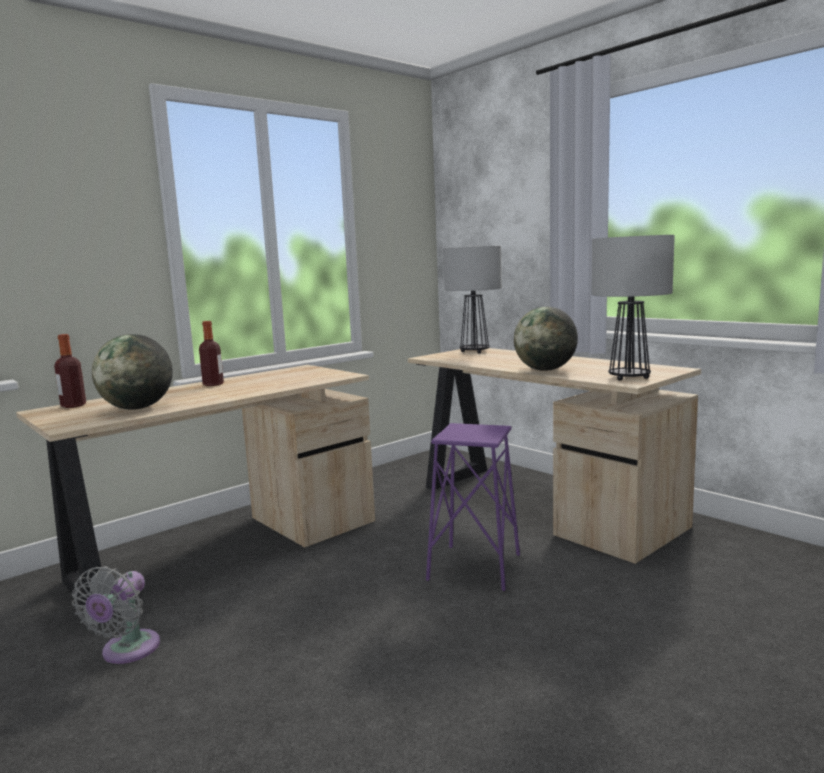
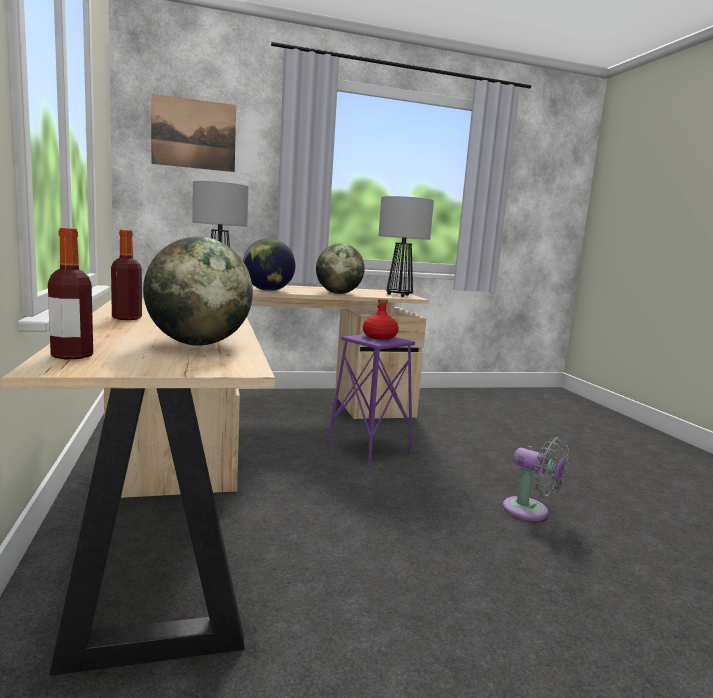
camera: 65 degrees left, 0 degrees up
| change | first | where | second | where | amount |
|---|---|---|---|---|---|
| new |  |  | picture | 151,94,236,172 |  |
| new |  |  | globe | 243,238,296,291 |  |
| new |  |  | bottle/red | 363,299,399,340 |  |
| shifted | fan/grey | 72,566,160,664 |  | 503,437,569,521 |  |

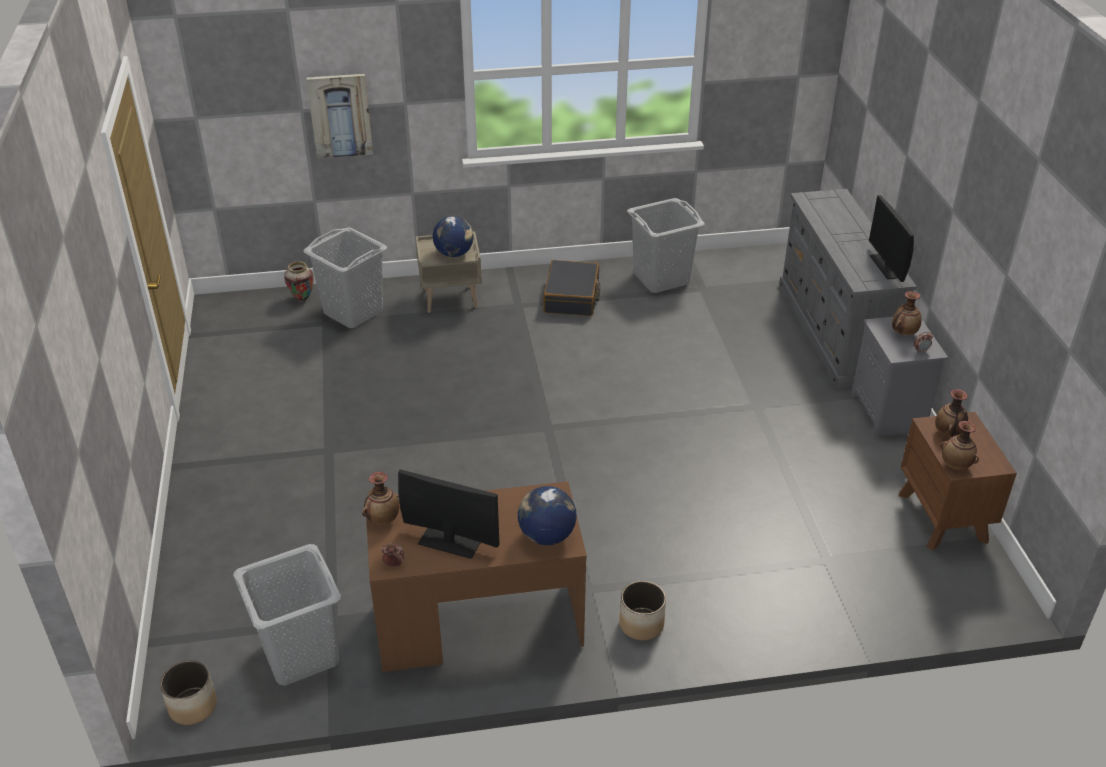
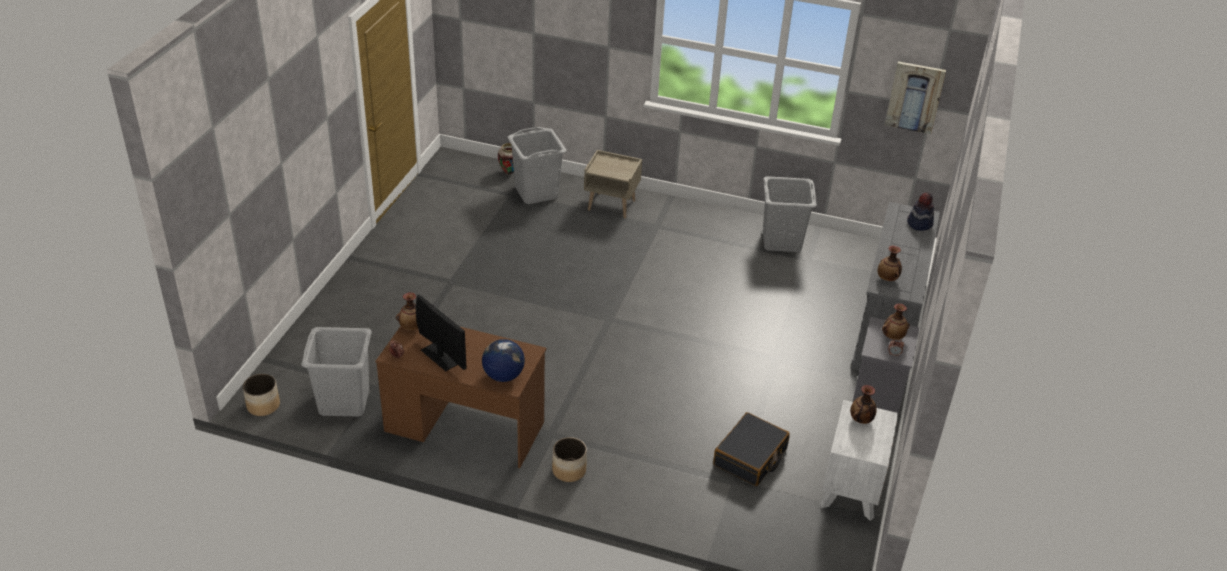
camera: 25 degrees right, 0 degrees up
| change | first | where | second | where | amount |
|---|---|---|---|---|---|
| gone | globe | 433,216,474,257 |  |  |  |
| gone | monitor | 869,195,914,282 |  |  |  |
| new |  |  | hat | 907,192,934,231 |  |
| shifted | picture | 306,74,373,159 |  | 885,61,946,134 |  |
| shifted | suitcase/black | 543,260,600,316 |  | 713,412,790,486 |  |
| shifted | vase | 940,421,979,470 |  | 877,246,902,281 |  |
| repainted | nightstand/brown | 898,412,1017,551 | nightstand/white | 820,400,898,521 |  |

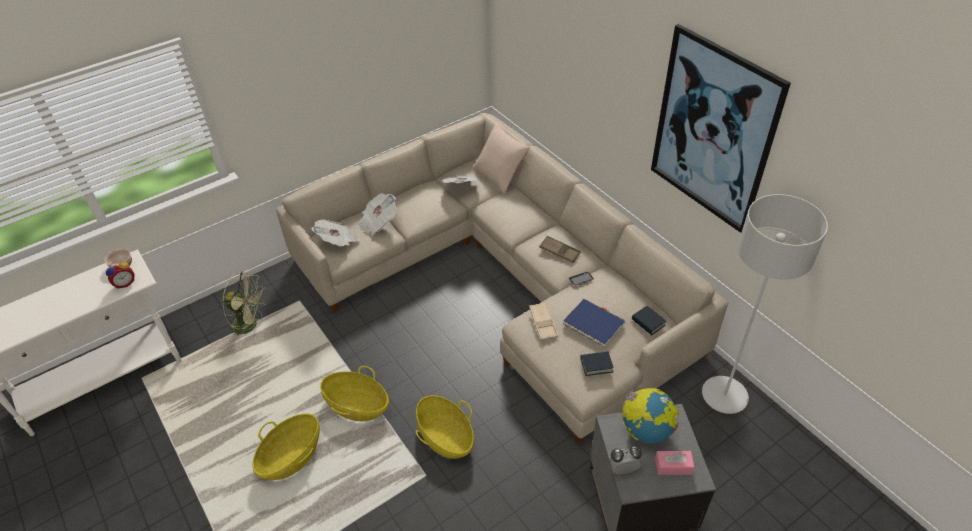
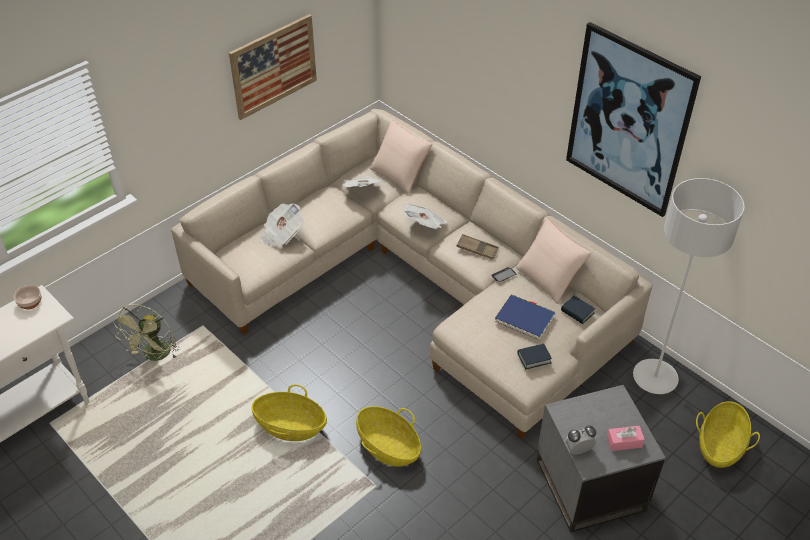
camera: 10 degrees left, 0 degrees up
| change | first | where | second | where | amount |
|---|---|---|---|---|---|
| gone | alarm clock | 106,261,134,288 |  |  |  |
| gone | tray/beige | 529,302,559,341 |  |  |  |
| gone | globe | 622,388,679,444 |  |  |  |
| new |  |  | picture | 229,14,317,120 |  |
| new |  |  | pillow/beige | 516,218,591,304 |  |
| shifted | basket | 252,413,320,480 |  | 696,401,760,468 |  |
| shifted | newspaper | 311,219,361,247 |  | 403,203,447,229 |  |
| rotated | fan/green | 222,272,266,341 |  | 113,304,180,361 | 105 degrees clockwise |

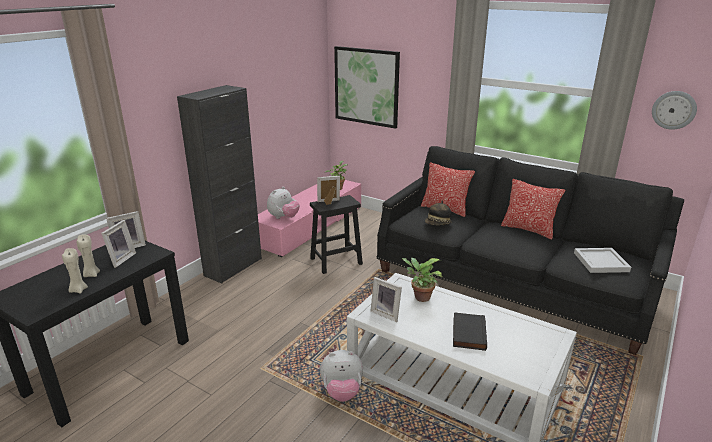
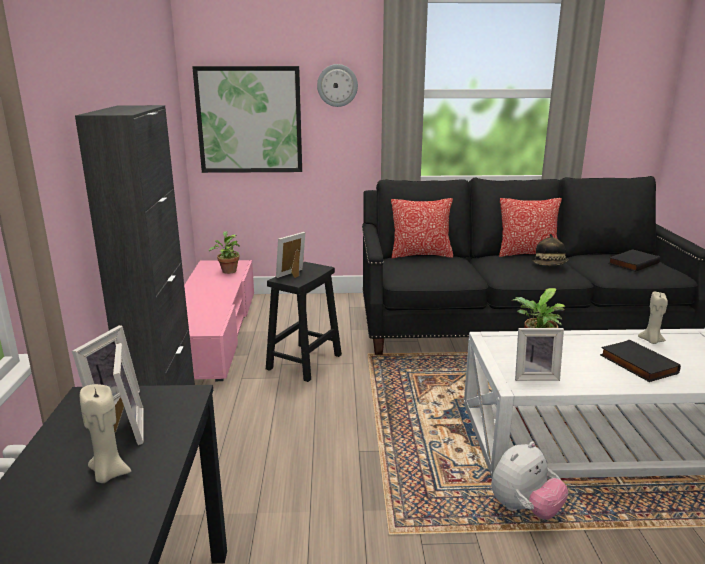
camera: 35 degrees left, 5 degrees down
| change | first | where | second | where | amount |
|---|---|---|---|---|---|
| gone | plush toy | 267,186,300,219 |  |  |  |
| shifted | candle/beige | 62,248,88,293 |  | 638,292,668,344 |  |
| shifted | hat | 425,200,452,226 |  | 533,234,569,265 |  |
| shifted | wall clock | 652,91,697,130 |  | 317,64,358,107 |  |
| swapped | tray/white | 574,248,631,273 | book/black | 608,249,660,272 |  |

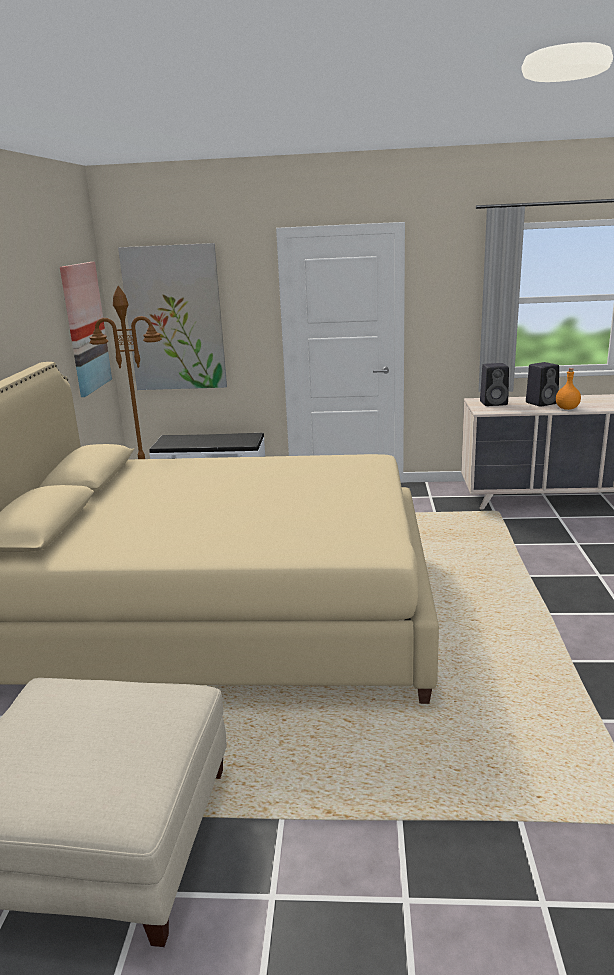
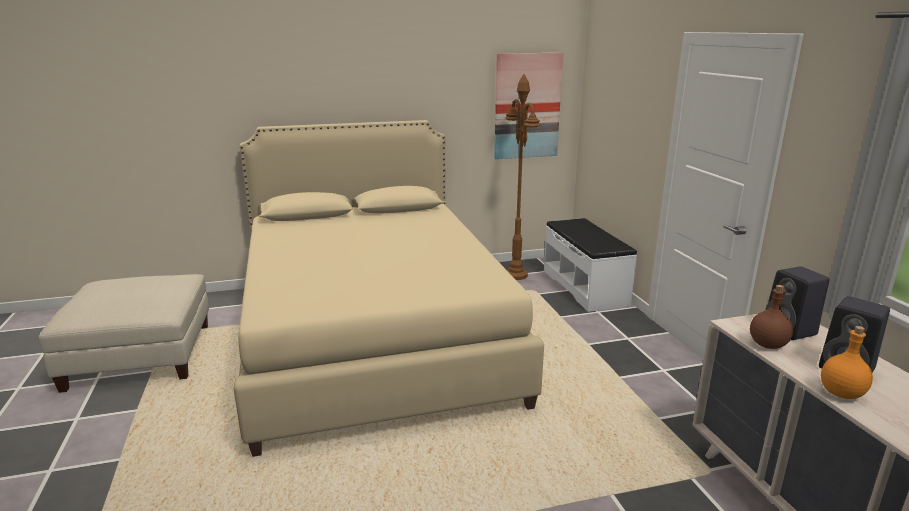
camera: 70 degrees right, 0 degrees up
| change | first | where | second | where | amount |
|---|---|---|---|---|---|
| gone | picture | 118,243,227,390 |  |  |  |
| new |  |  | bottle/brown | 750,285,793,349 |  |

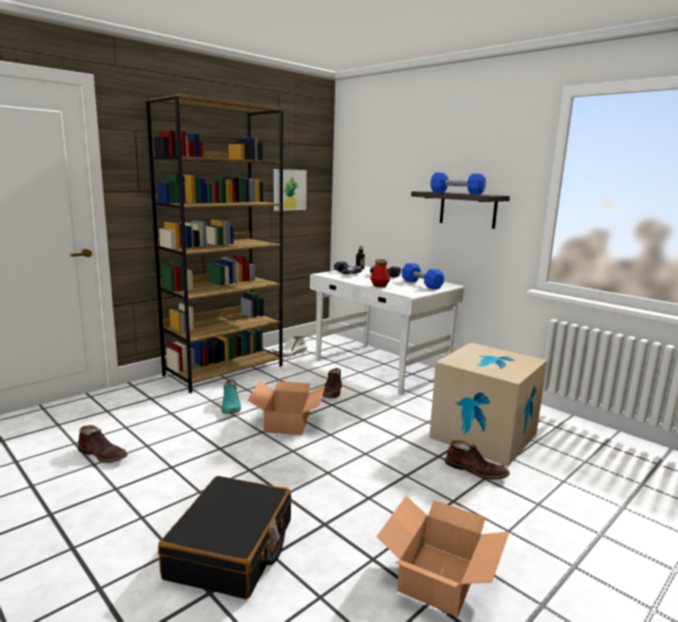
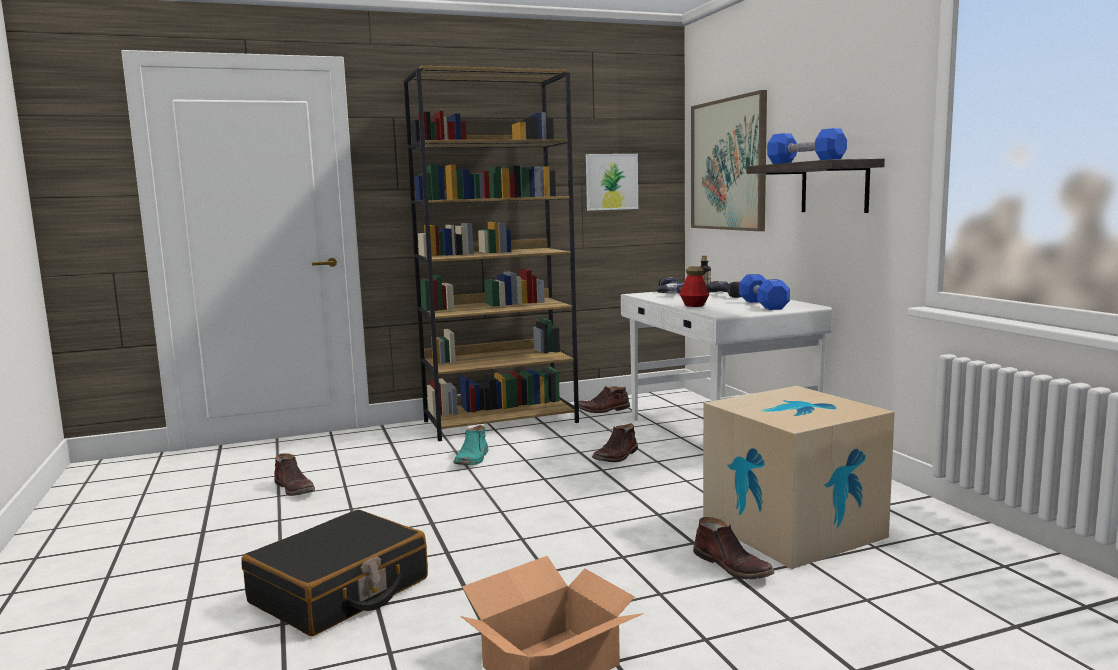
camera: 25 degrees right, 5 degrees down
| change | first | where | second | where | amount |
|---|---|---|---|---|---|
| gone | cardboard box | 247,381,325,435 |  |  |  |
| new |  |  | picture | 691,90,767,231 |  |
| repainted | boot/white | 272,336,307,357 | boot/brown | 579,386,630,413 |  |

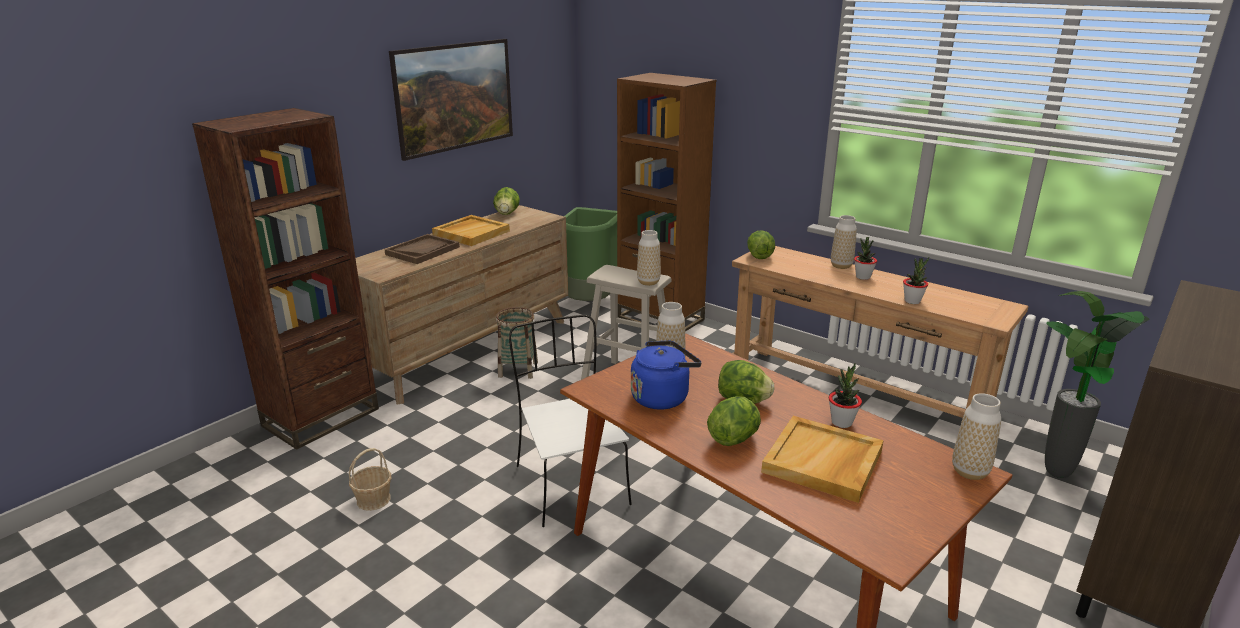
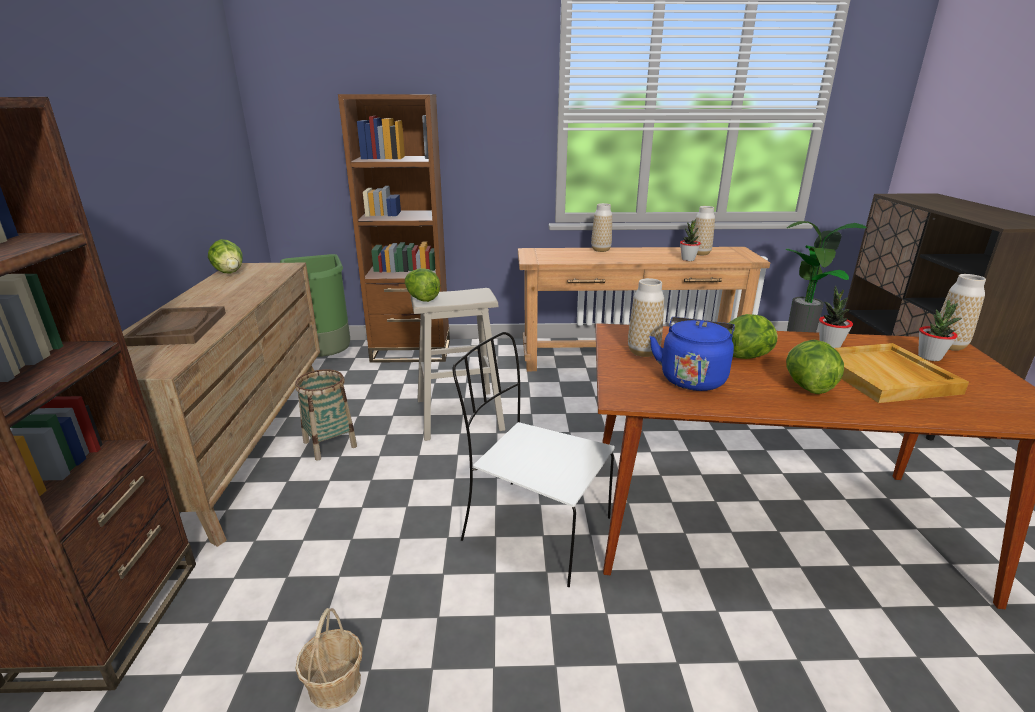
camera: 40 degrees left, 0 degrees up
| change | first | where | second | where | amount |
|---|---|---|---|---|---|
| gone | picture | 389,39,513,161 |  |  |  |
| gone | tray/beige | 432,215,510,246 |  |  |  |
| shifted | vase | 637,230,661,286 |  | 693,206,715,255 |  |
| shifted | lettuce | 747,230,775,259 |  | 405,268,440,302 |  |
| shifted | potted plant | 854,237,877,280 |  | 918,300,962,361 |  |

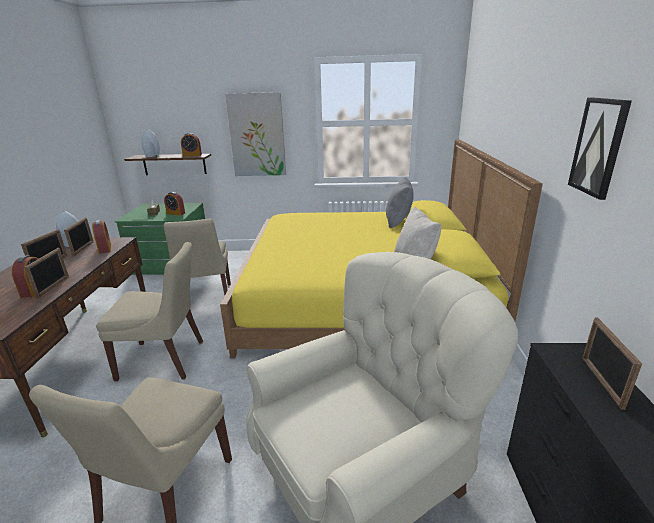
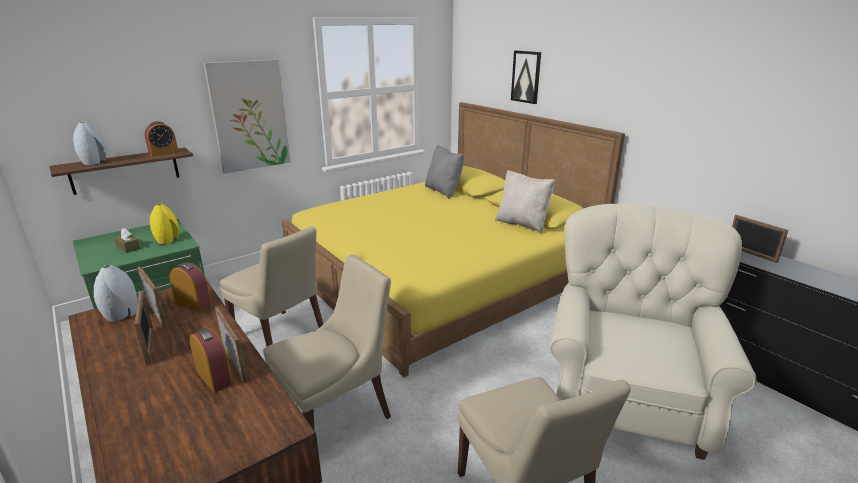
camera: 40 degrees left, 0 degrees up
| change | first | where | second | where | amount |
|---|---|---|---|---|---|
| shifted | picture | 568,98,632,200 |  | 511,51,541,104 |  |
| swapped | alarm clock | 164,192,185,216 | vase/yellow | 150,203,179,244 |  |

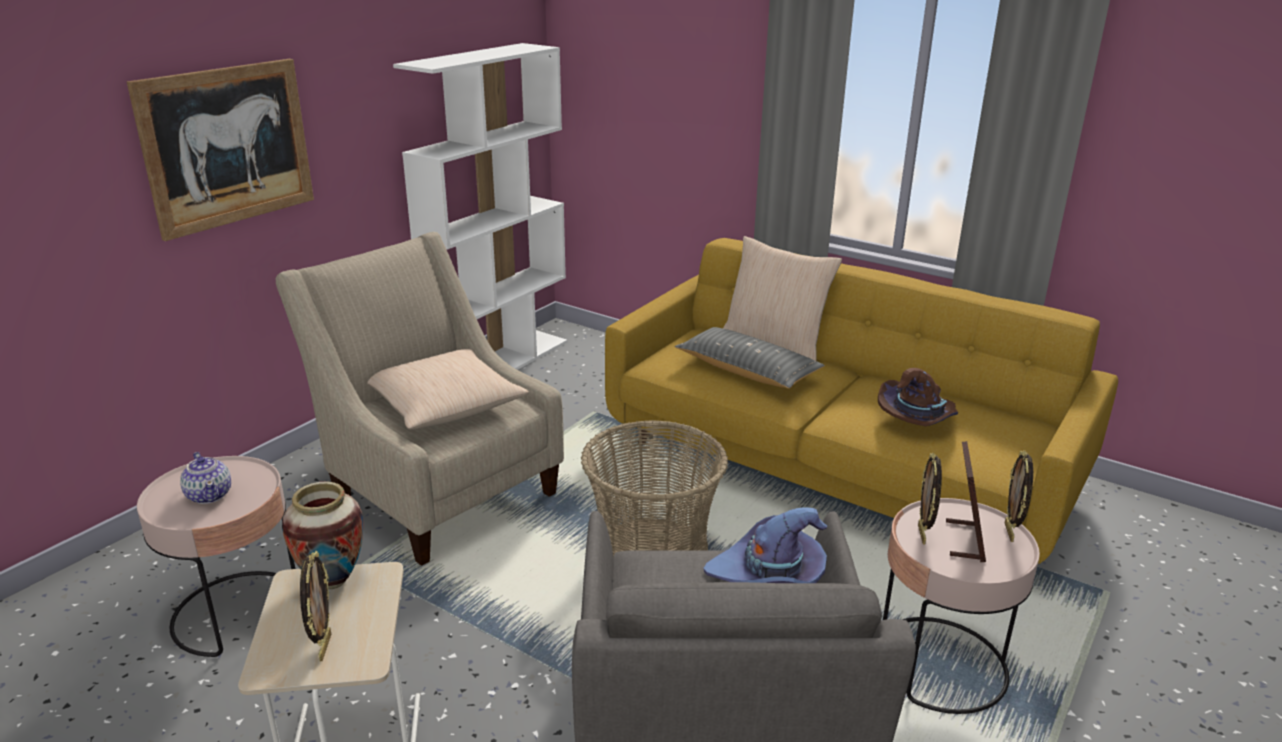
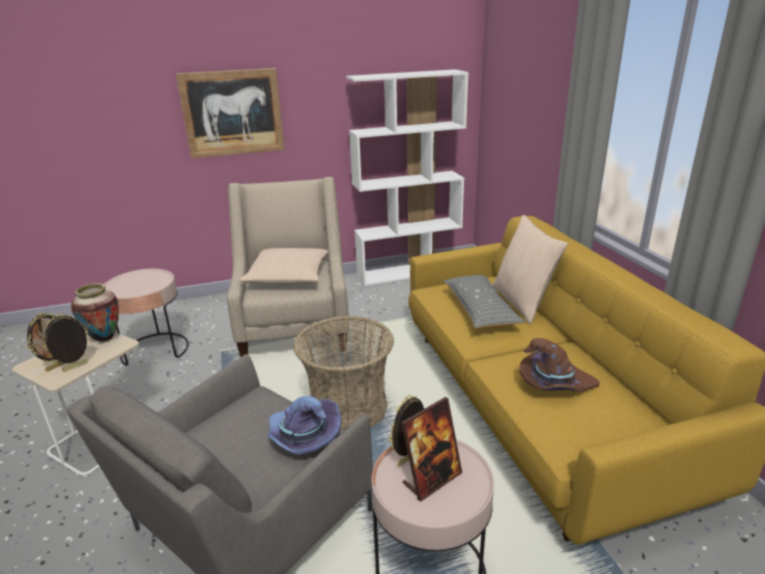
camera: 40 degrees right, 0 degrees up
| change | first | where | second | where | amount |
|---|---|---|---|---|---|
| gone | teapot | 180,452,231,504 |  |  |  |
| shifted | picture frame | 1005,450,1033,542 |  | 43,313,88,372 |  |

